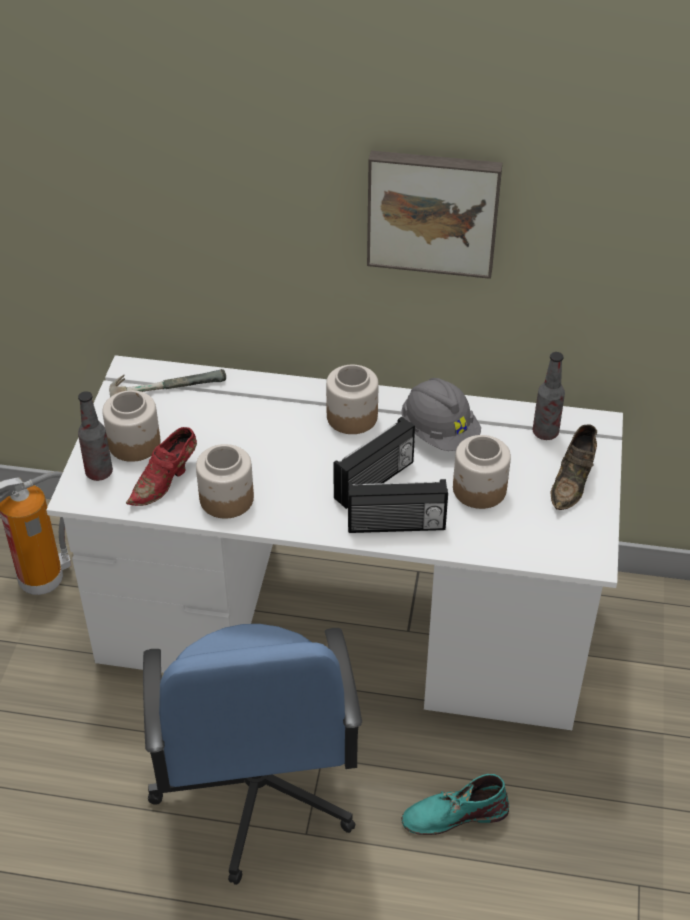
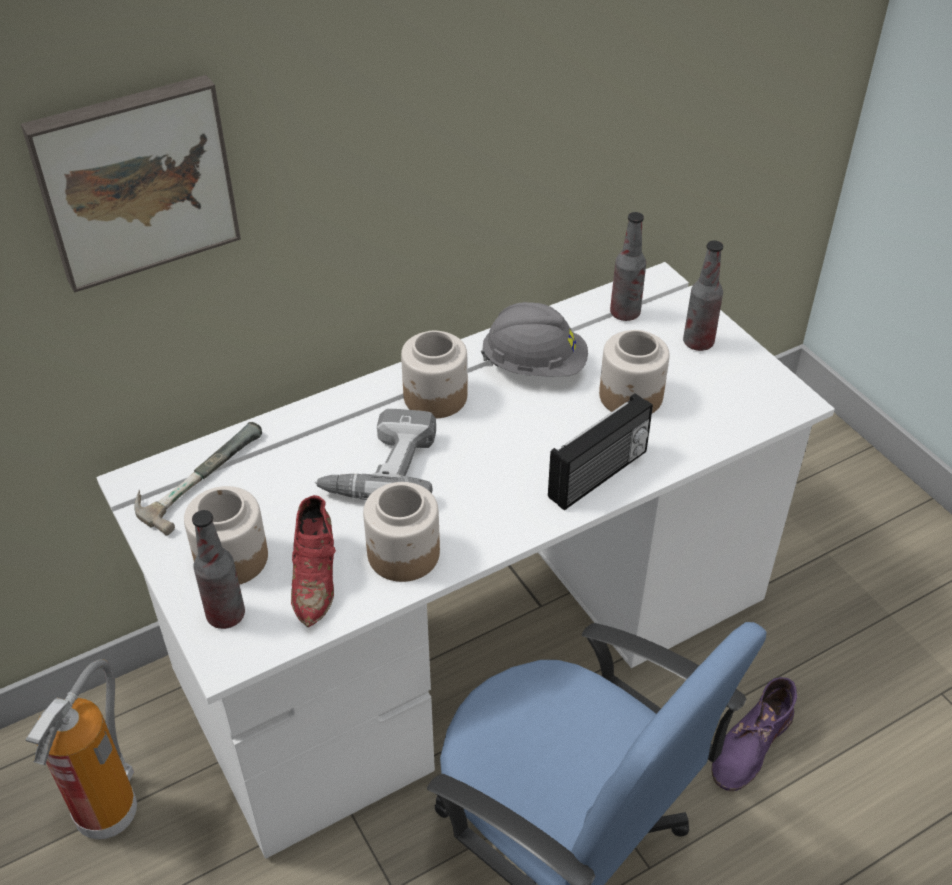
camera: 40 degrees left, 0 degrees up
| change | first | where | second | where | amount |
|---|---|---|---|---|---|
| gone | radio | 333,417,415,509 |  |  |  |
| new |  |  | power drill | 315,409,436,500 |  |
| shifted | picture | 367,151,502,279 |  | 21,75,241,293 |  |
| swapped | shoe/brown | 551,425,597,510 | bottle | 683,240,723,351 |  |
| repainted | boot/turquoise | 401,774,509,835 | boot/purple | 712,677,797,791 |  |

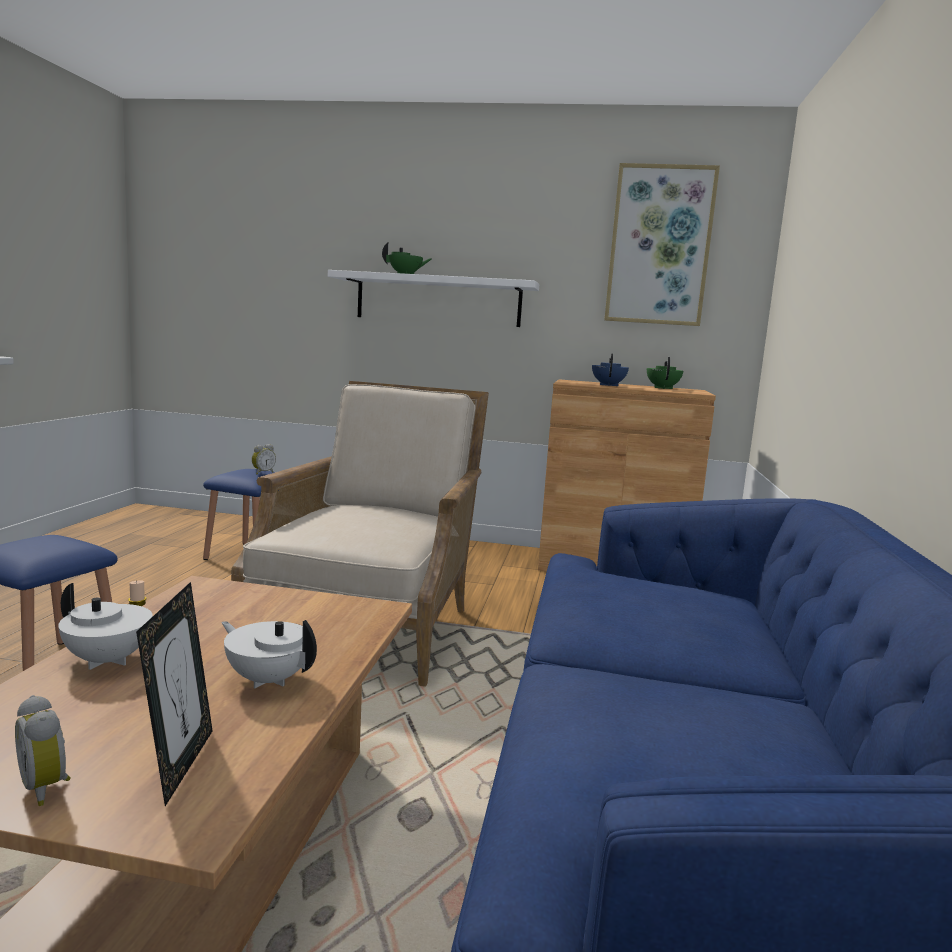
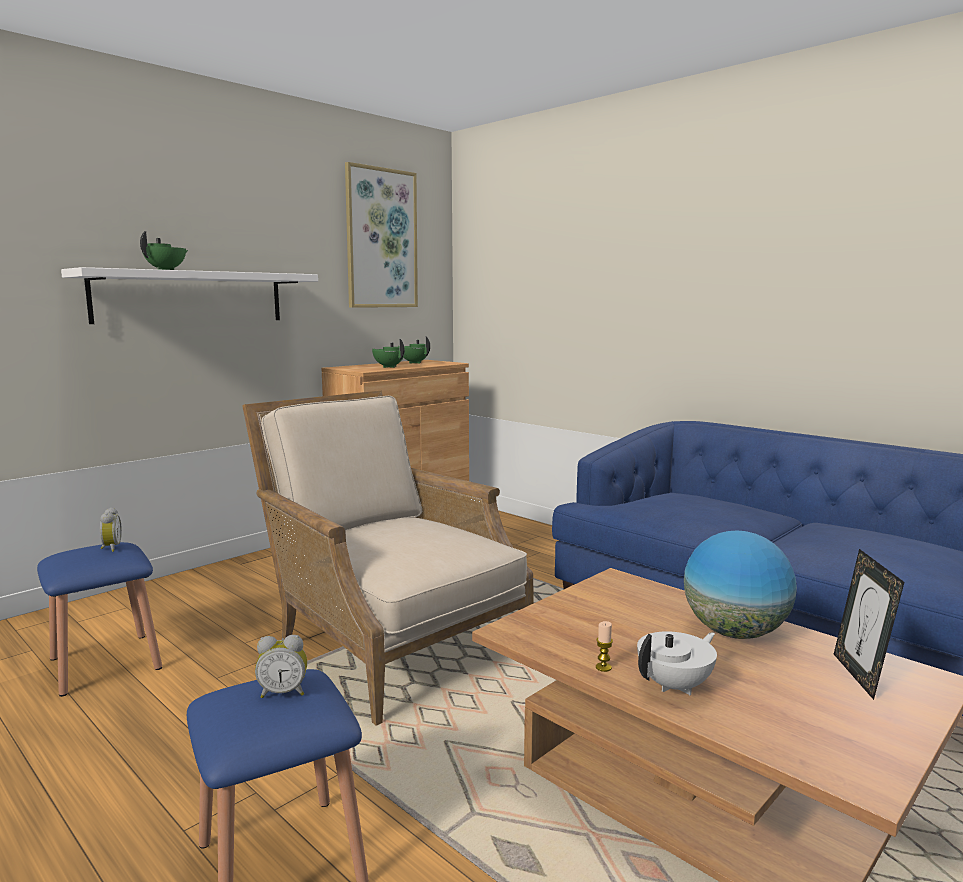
camera: 55 degrees left, 0 degrees up
| change | first | where | second | where | amount |
|---|---|---|---|---|---|
| shifted | alarm clock | 15,695,71,806 |  | 255,635,307,698 |  |
| swapped | teapot/white | 221,620,317,688 | globe | 684,531,797,639 |  |
| repainted | teapot/blue | 592,353,629,386 | teapot/green | 372,339,405,368 |  |
| rotated | picture frame | 136,582,213,806 |  | 834,549,904,700 | 120 degrees counterclockwise |

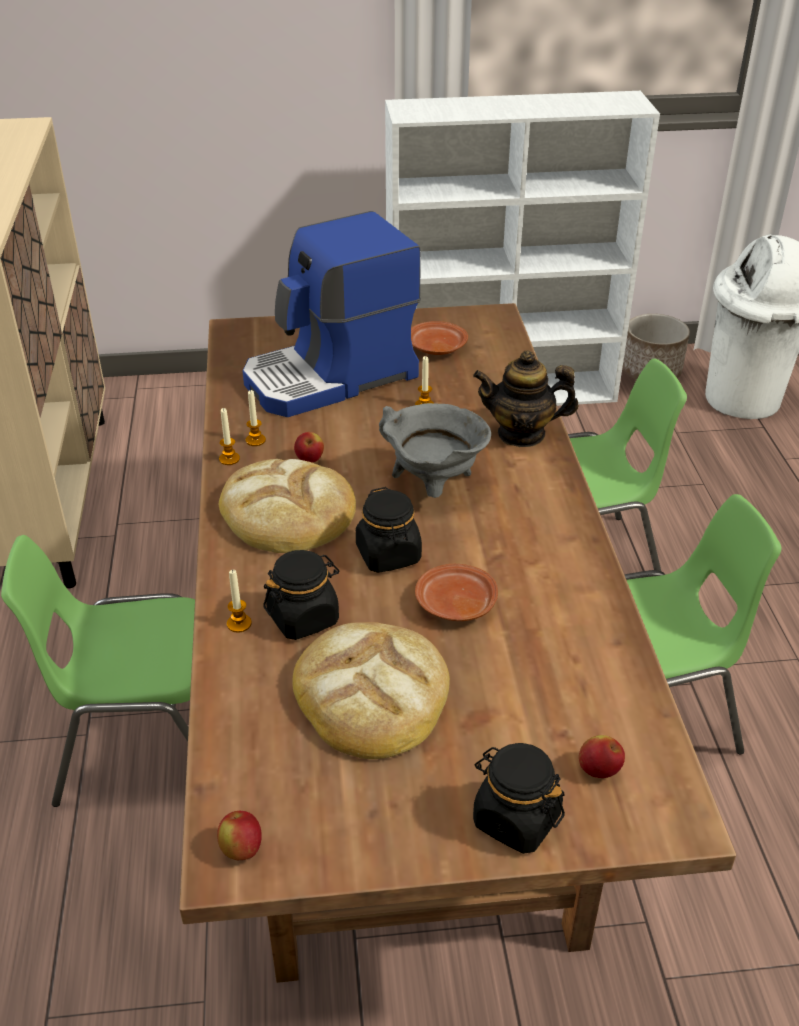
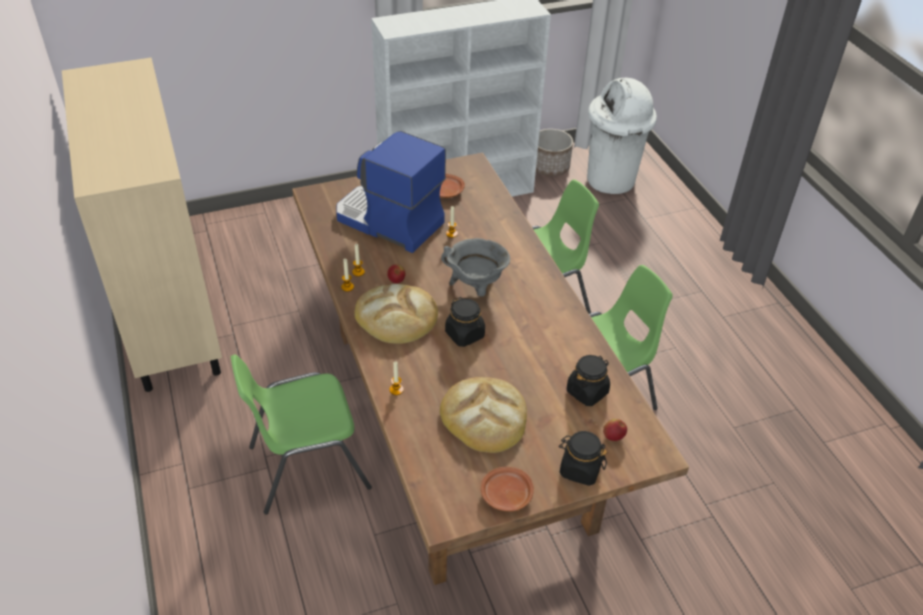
camera: 15 degrees left, 5 degrees up
| change | first | where | second | where | amount |
|---|---|---|---|---|---|
| gone | apple | 217,811,262,860 |  |  |  |
| gone | teapot | 473,350,578,447 |  |  |  |
| shifted | jar/black | 263,550,339,640 |  | 567,355,610,406 |  |
| shifted | plate/brown | 415,564,498,621 |  | 480,467,534,512 |  |
| rotated | coffee machine | 243,211,421,417 |  | 336,131,446,253 | 75 degrees clockwise |

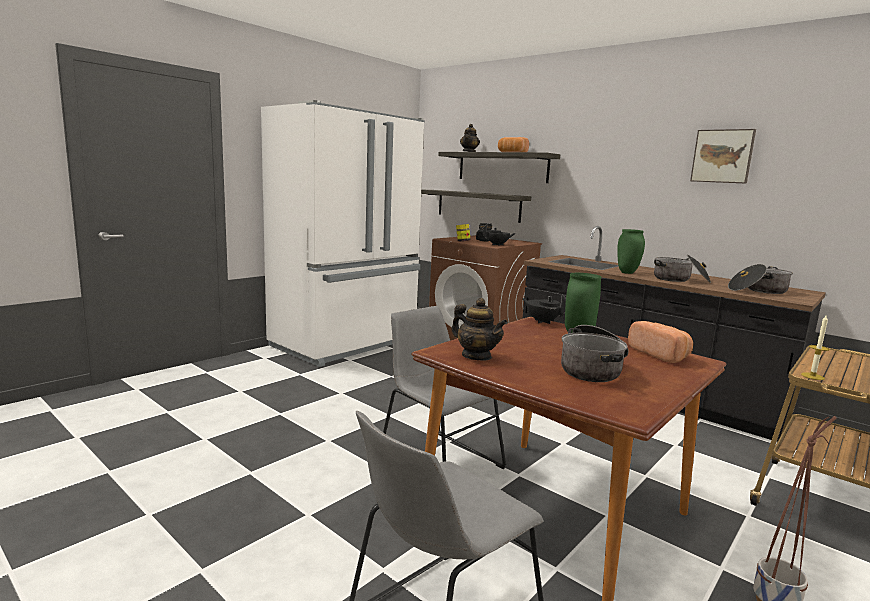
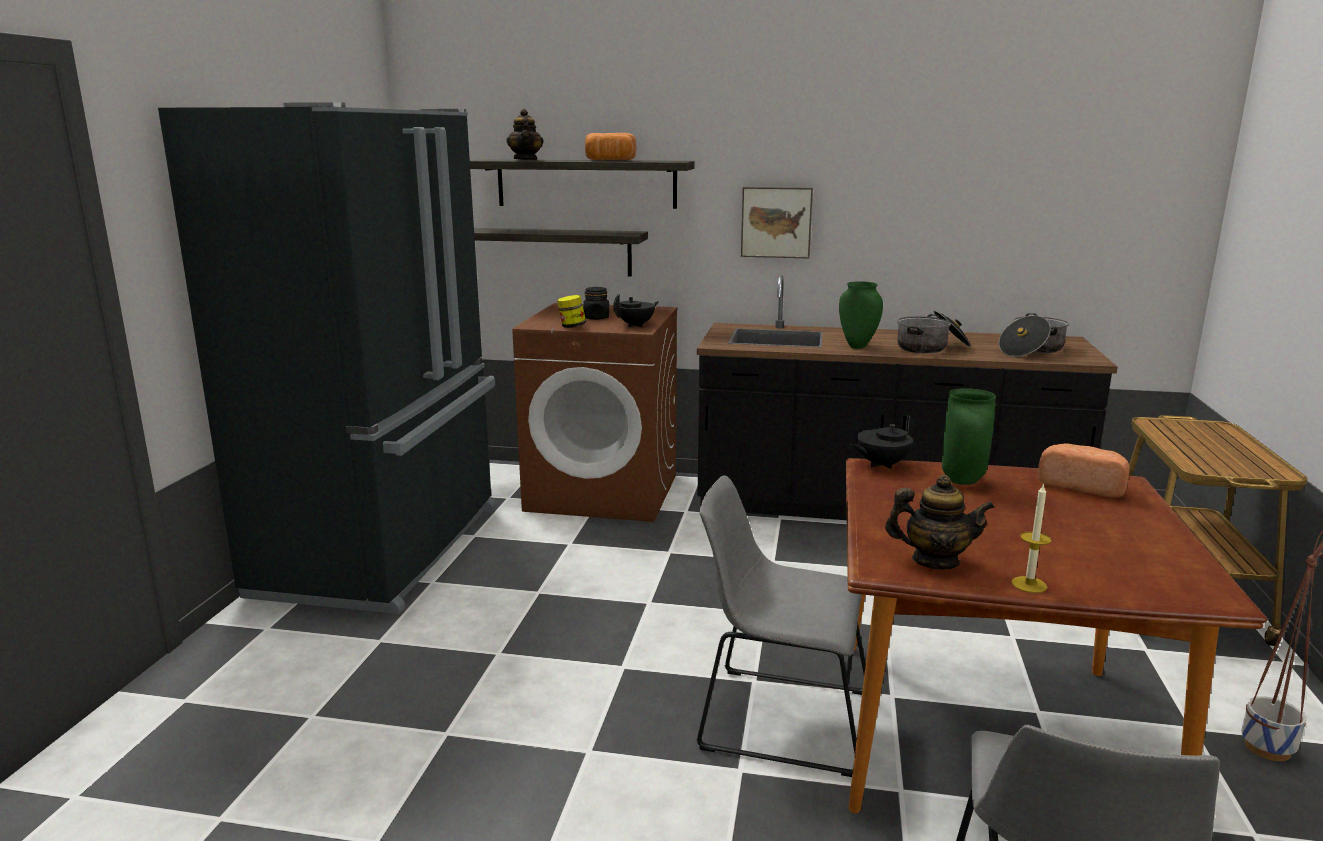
camera: 30 degrees left, 5 degrees up
| change | first | where | second | where | amount |
|---|---|---|---|---|---|
| gone | cooking pot | 561,325,629,382 |  |  |  |
| shifted | picture | 690,129,756,184 |  | 741,187,813,259 |  |
| shifted | candle | 801,315,829,380 |  | 1011,483,1052,593 |  |
| repainted | fridge/white | 261,100,425,367 | fridge/black | 158,102,496,614 |  |
| rotated | teapot/black | 522,294,566,324 |  | 850,415,915,469 | 45 degrees counterclockwise |

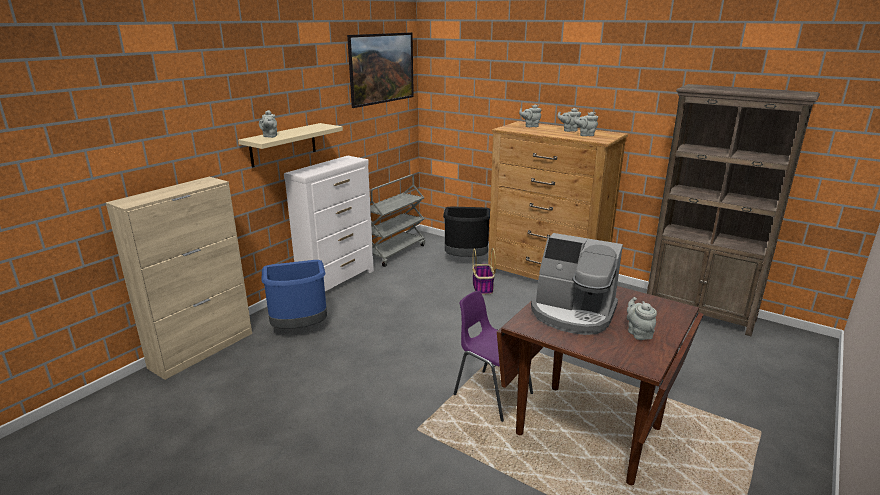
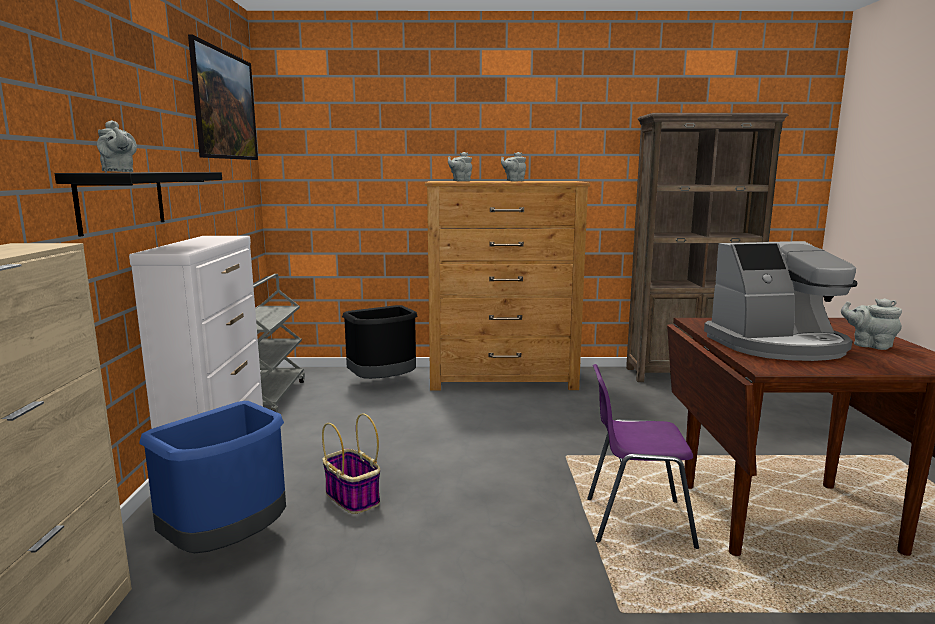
camera: 35 degrees left, 10 degrees down
| change | first | where | second | where | amount |
|---|---|---|---|---|---|
| gone | teapot/grey | 573,112,598,136 |  |  |  |
| shifted | basket | 472,248,496,295 |  | 322,413,380,514 |  |
| repainted | shelf/beige | 238,123,343,167 | shelf/black | 55,172,222,236 |  |

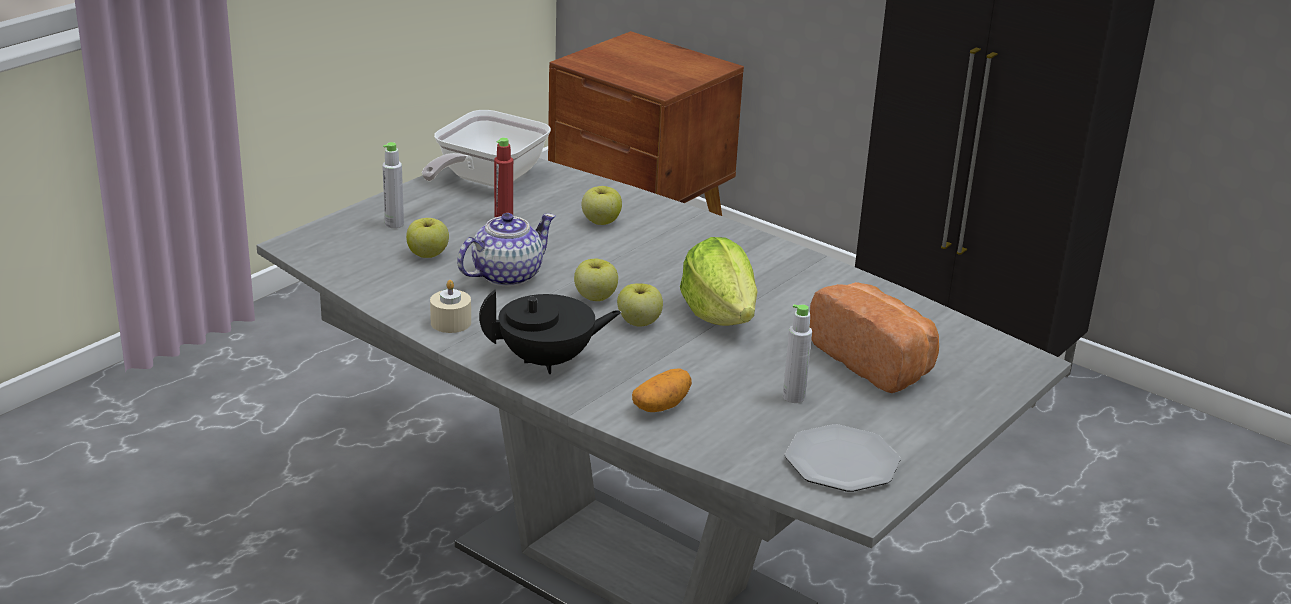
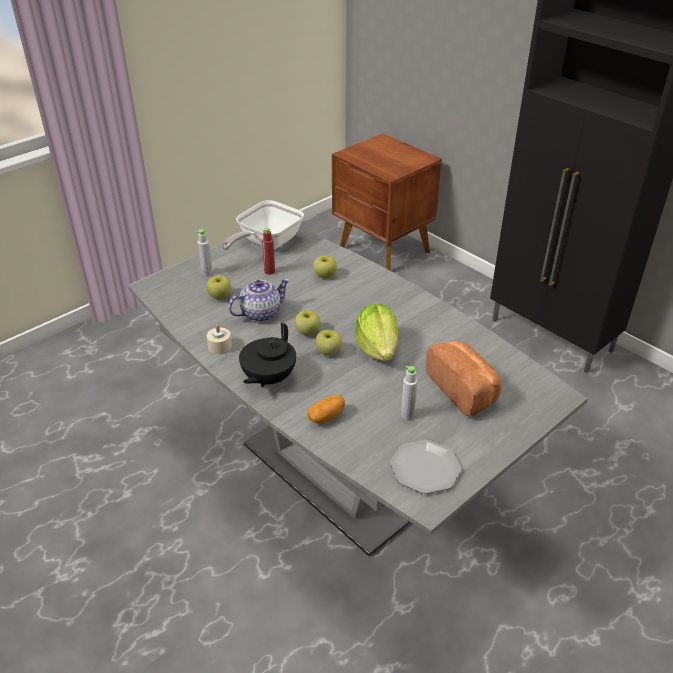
camera: 10 degrees right, 10 degrees up
| change | first | where | second | where | amount |
|---|---|---|---|---|---|
| rotated | teapot/black | 479,289,621,374 |  | 239,323,296,387 | 120 degrees clockwise |

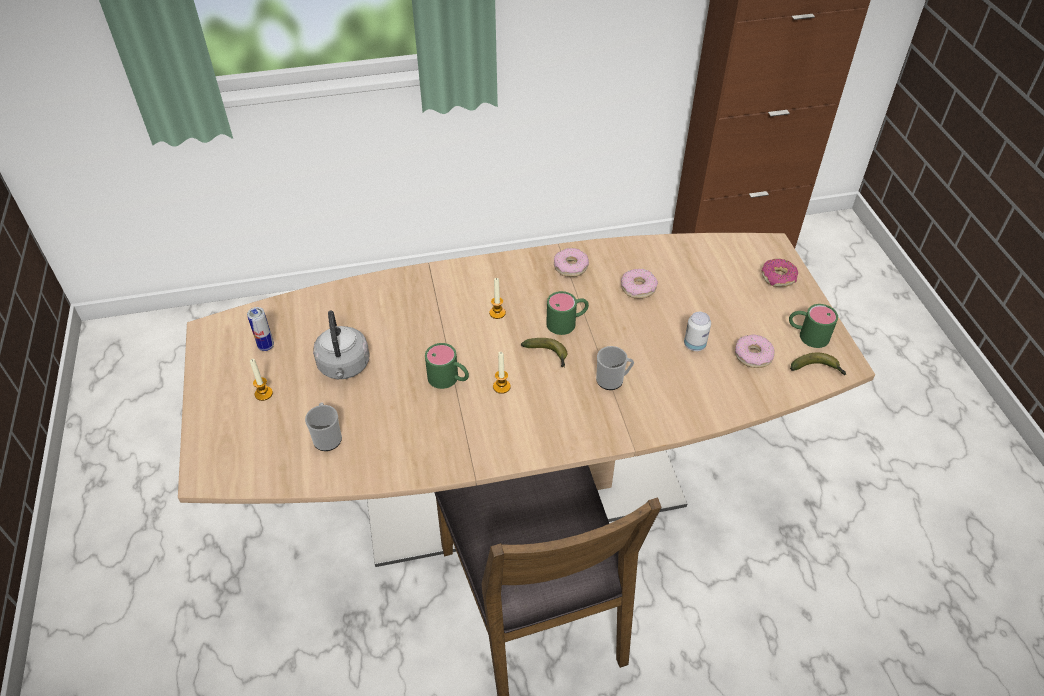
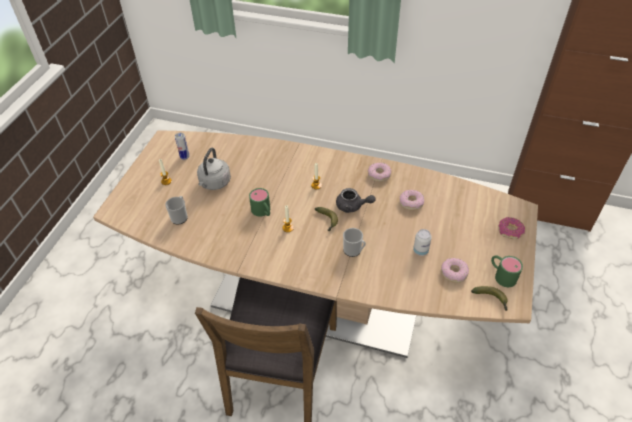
camera: 30 degrees right, 0 degrees up
| change | first | where | second | where | amount |
|---|---|---|---|---|---|
| swapped | mug/green | 546,291,589,335 | teapot/grey | 336,188,376,213 |  |

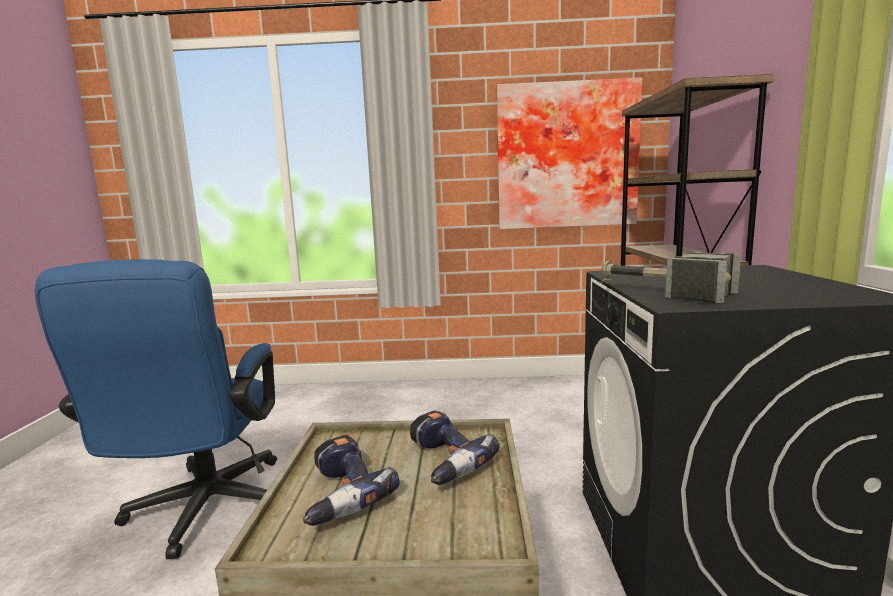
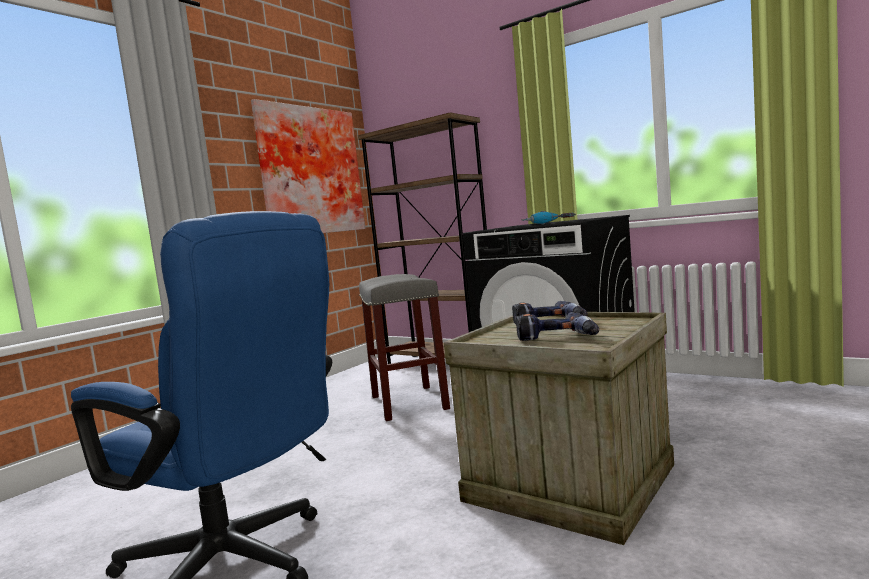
camera: 55 degrees left, 5 degrees down
| change | first | where | second | where | amount |
|---|---|---|---|---|---|
| new |  |  | stool/grey | 359,274,450,421 |  |
| swapped | hammer | 602,252,741,303 | power drill | 521,211,576,225 |  |

